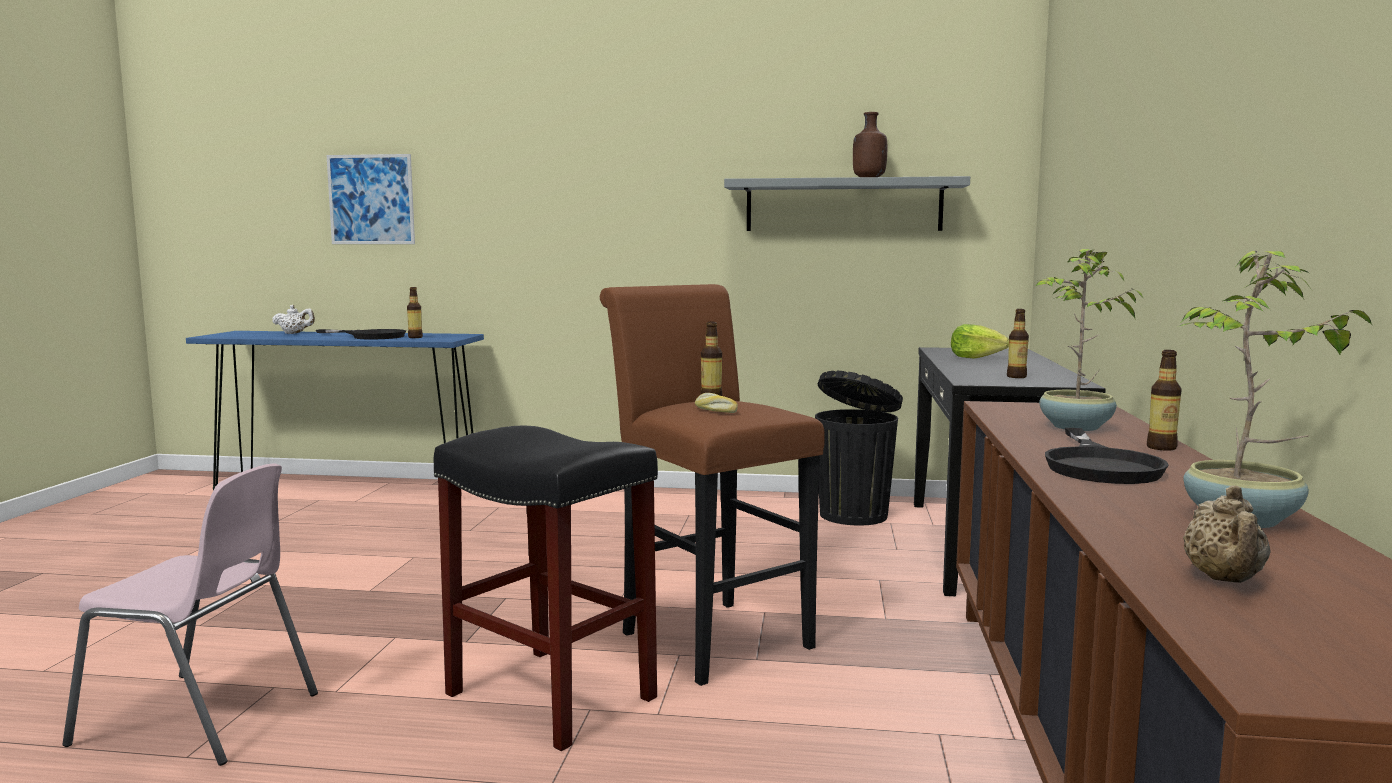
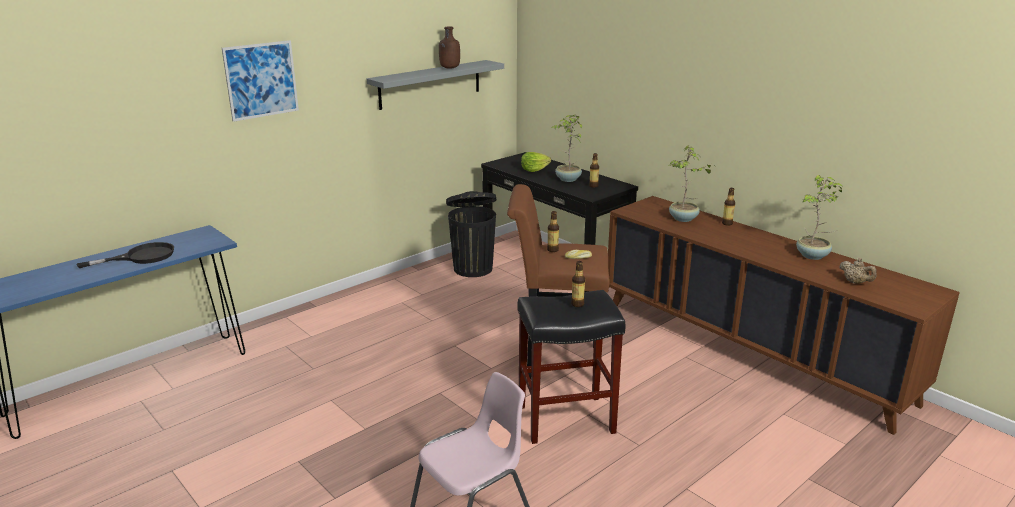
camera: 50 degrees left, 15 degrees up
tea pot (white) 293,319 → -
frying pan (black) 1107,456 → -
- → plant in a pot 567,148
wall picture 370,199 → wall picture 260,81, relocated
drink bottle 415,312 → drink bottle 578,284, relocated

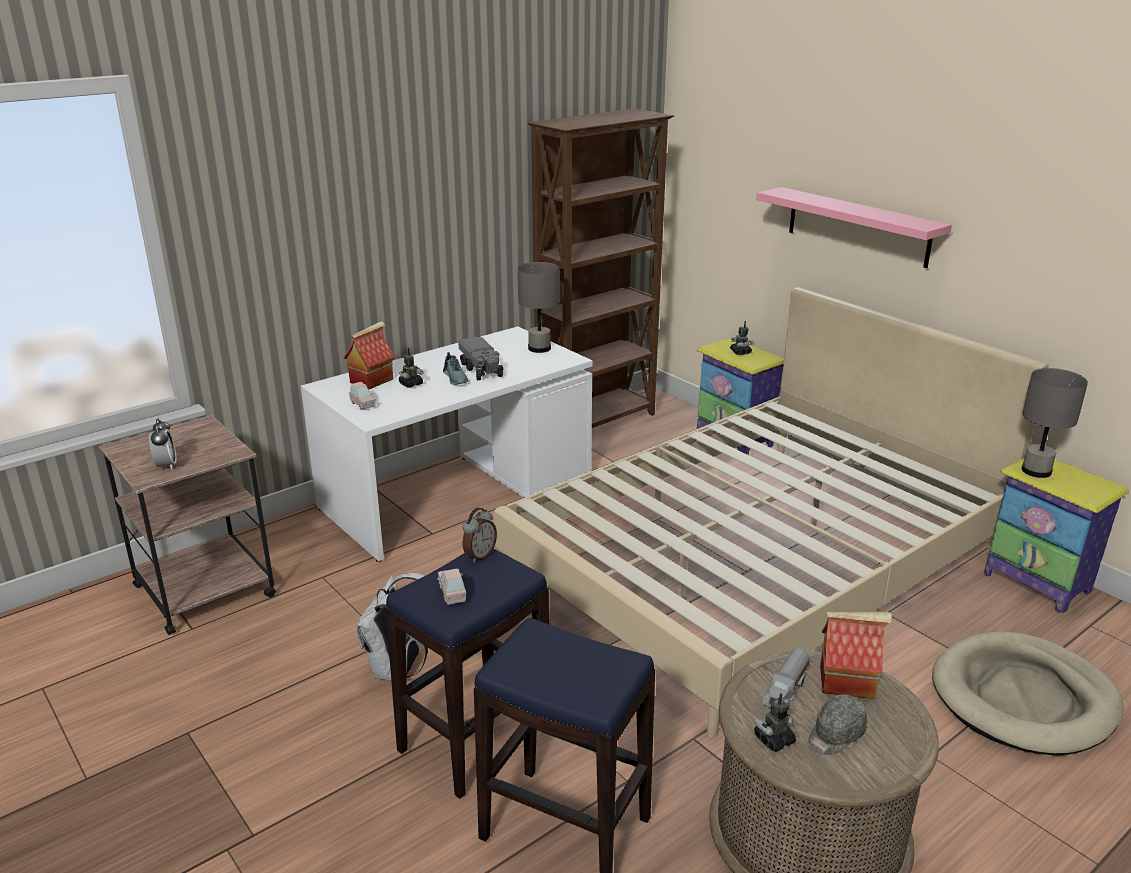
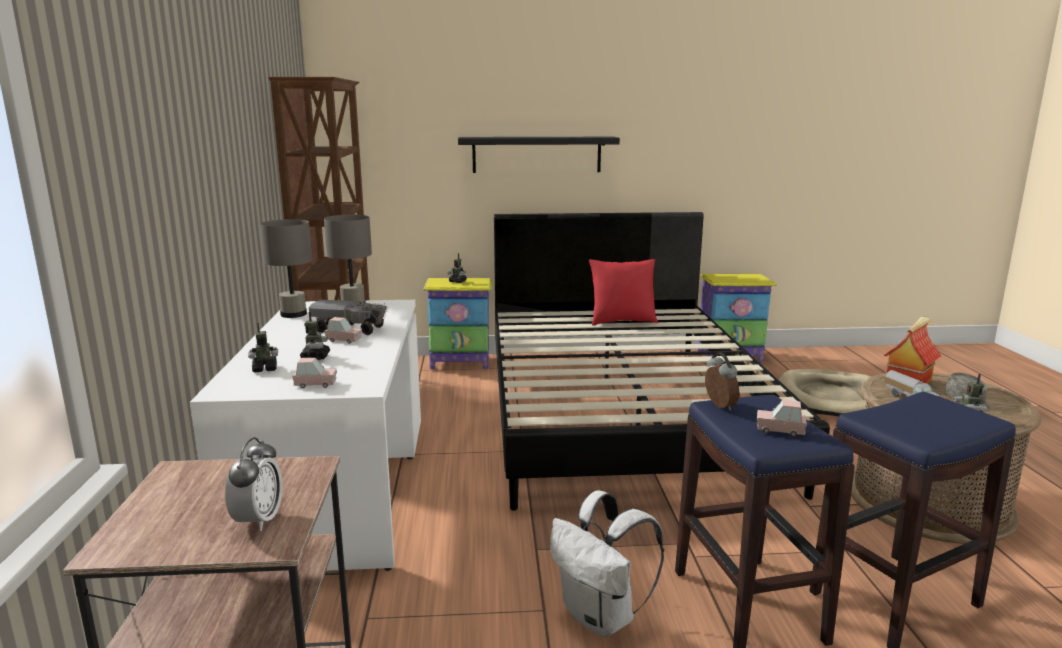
camera: 55 degrees left, 10 degrees down
- → pillow (red-coloured) 623,292
lamp for a table (greyish) 1055,423 → lamp for a table (greyish) 286,268, relocated
toy house 369,355 → model robot 263,347
item of footwear 455,368 → toy car (pink) 343,330
bed (beige) 771,512 → bed (black) 662,361
bracket shelf (pink) 854,227 → bracket shelf (black) 539,155
alarm clock 163,444 → alarm clock 253,484, 75 degrees clockwise

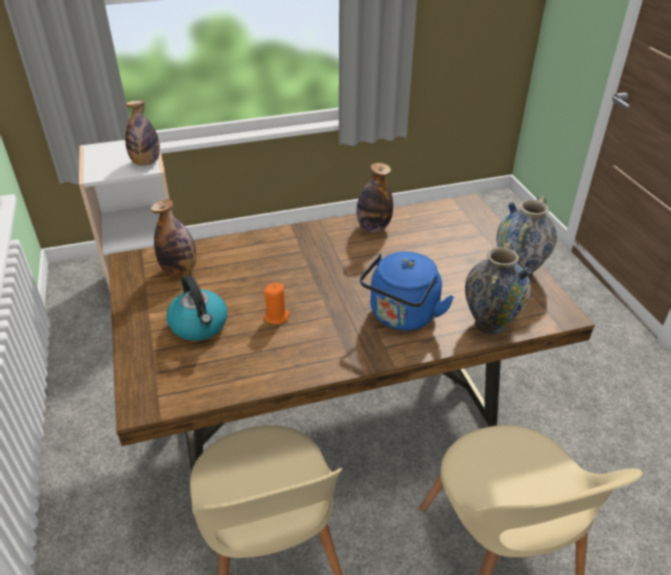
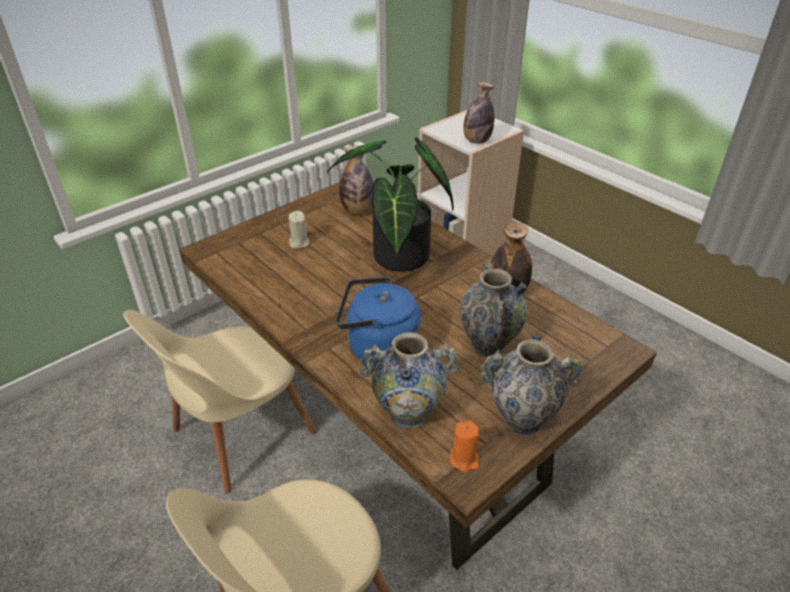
camera: 65 degrees right, 0 degrees up
- → plant in a pot 390,204
- → decorative vase 493,309
wax candle (orange) 277,303 → wax candle (orange) 464,446, relocated
water kettle 196,308 → wax candle (beige) 298,230

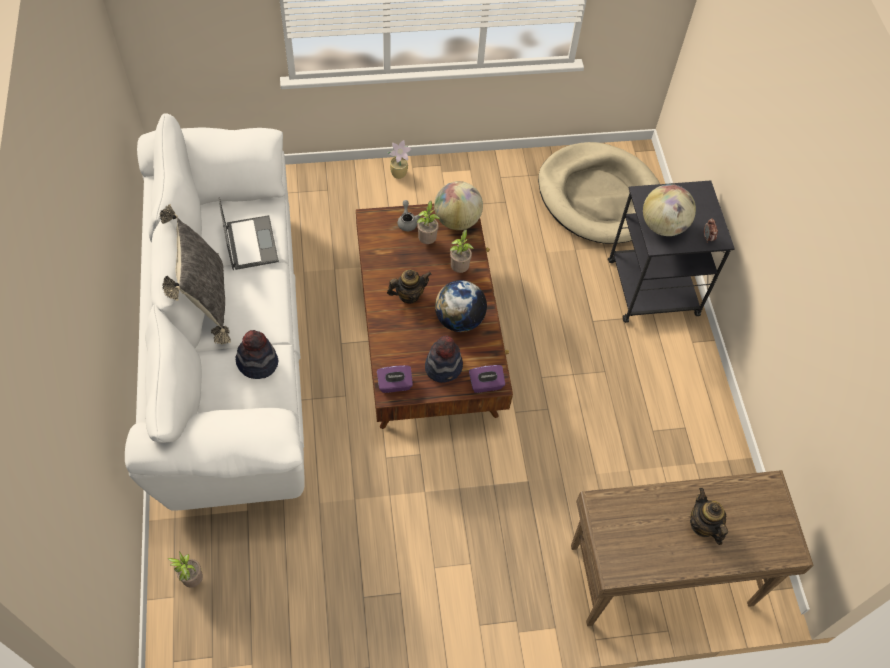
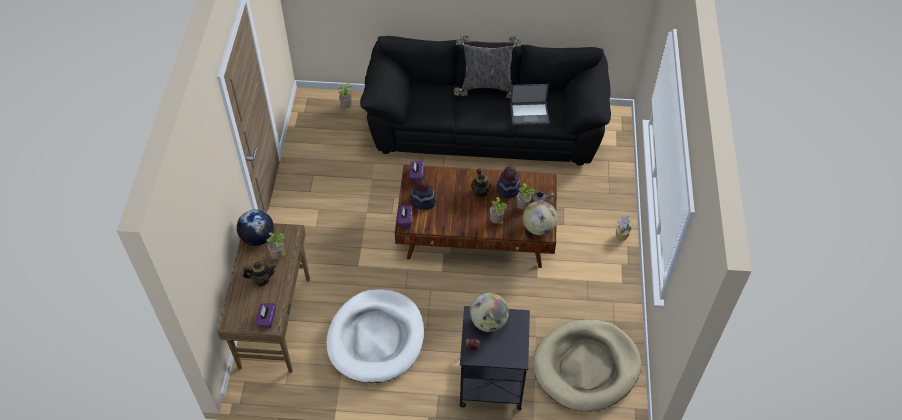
camera: 105 degrees right, 5 degrees down
- → tissue box (purplish) 265,315
- → plant in a pot 276,245
- → dog bed (white) 375,336
wearable hat 257,354 → wearable hat 508,182, relocated
globe 461,306 → globe 255,227, relocated
settee (white) 214,312 → settee (black) 485,101

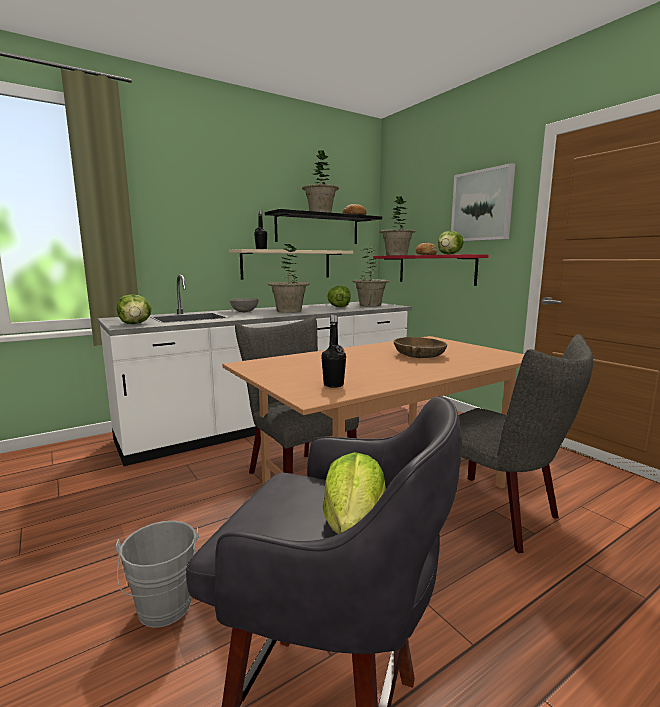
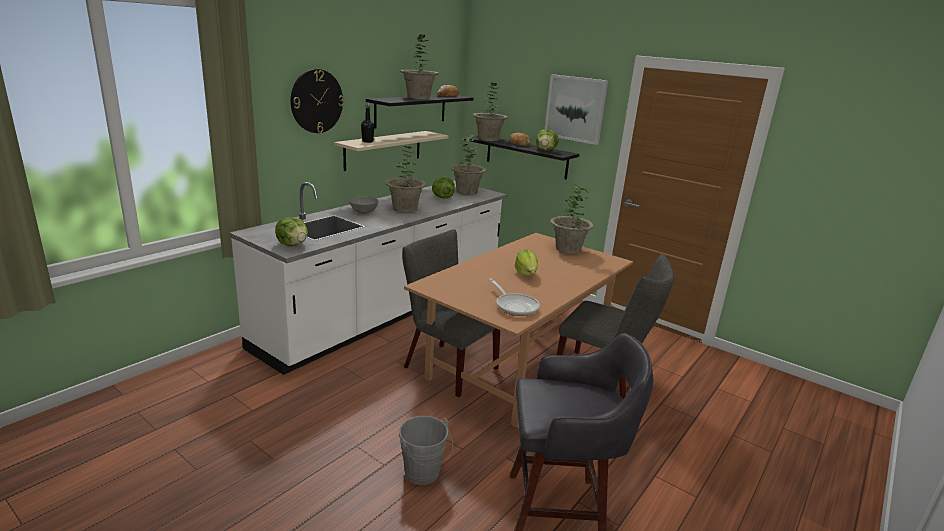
camera: 20 degrees left, 10 degrees up
deep dish (brown) 420,347 → -
- → hanging clock 317,101
- → plant in a pot 572,219
lettuce 354,493 → lettuce 526,262, relocated
drink bottle (black) 333,351 → frying pan 514,297
bracket shelf (red-coloured) 431,270 → bracket shelf (black) 521,157

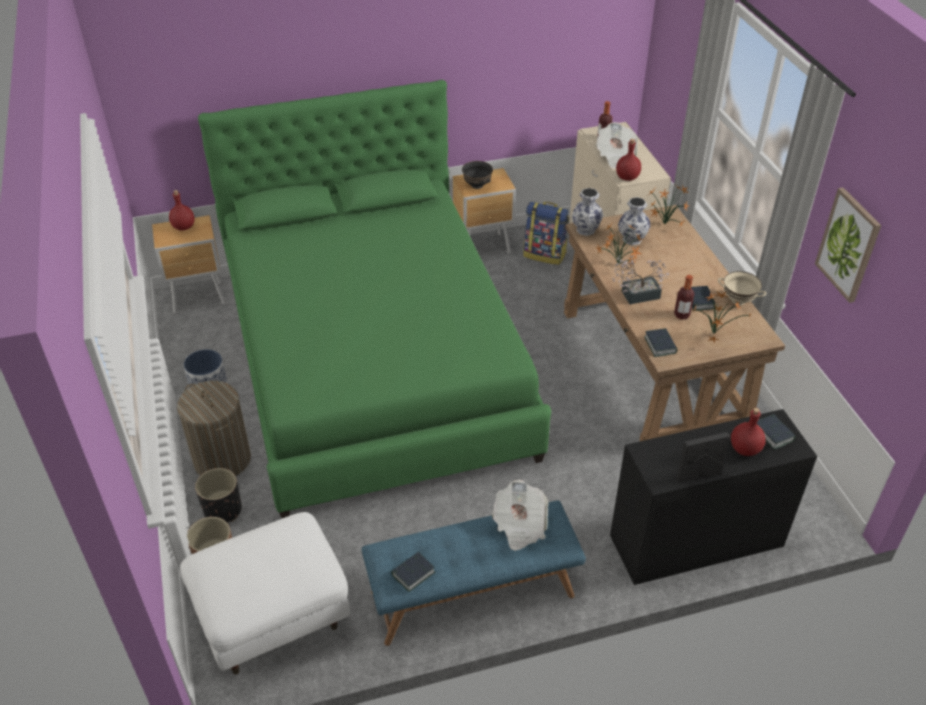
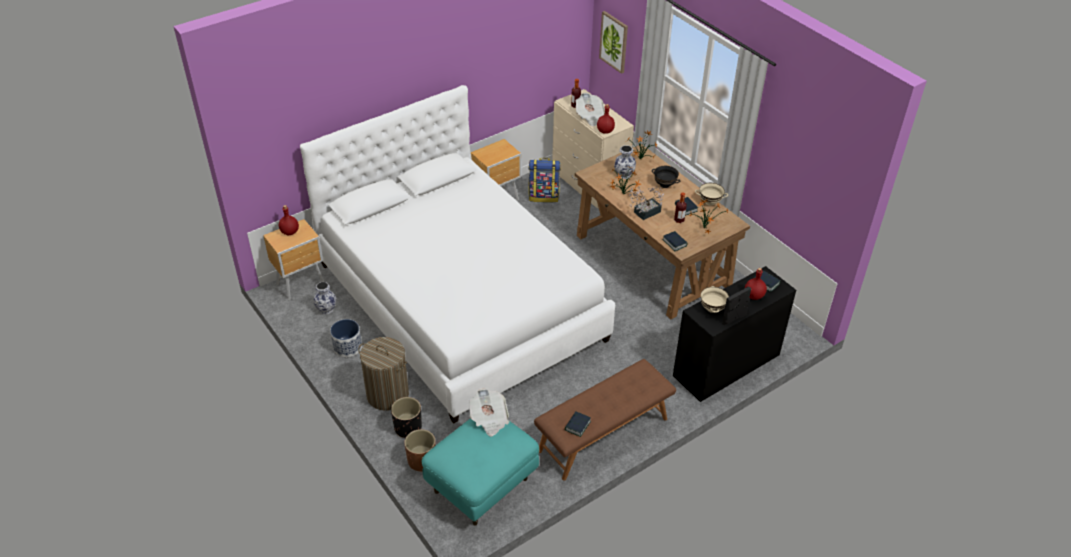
camera: 20 degrees left, 0 degrees up
- → deep dish (beige) 714,299
deep dish (black) 477,175 → deep dish (black) 666,177, relocated
newspaper 520,515 → newspaper 489,412, relocated
decorative vase 587,212 → decorative vase 324,298, relocated
wall picture 848,245 → wall picture 613,42, relocated
ottoman (white) 265,593 → ottoman (turquoise-coloured) 480,472
bed (greenish) 374,299 → bed (white) 457,254
bench (blue-coloured) 474,573 → bench (brown) 605,420

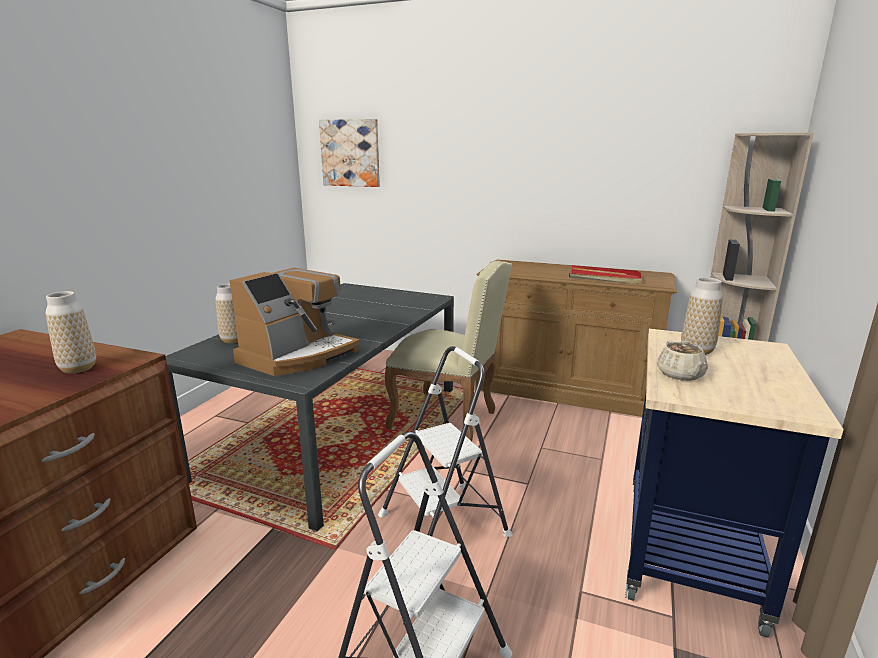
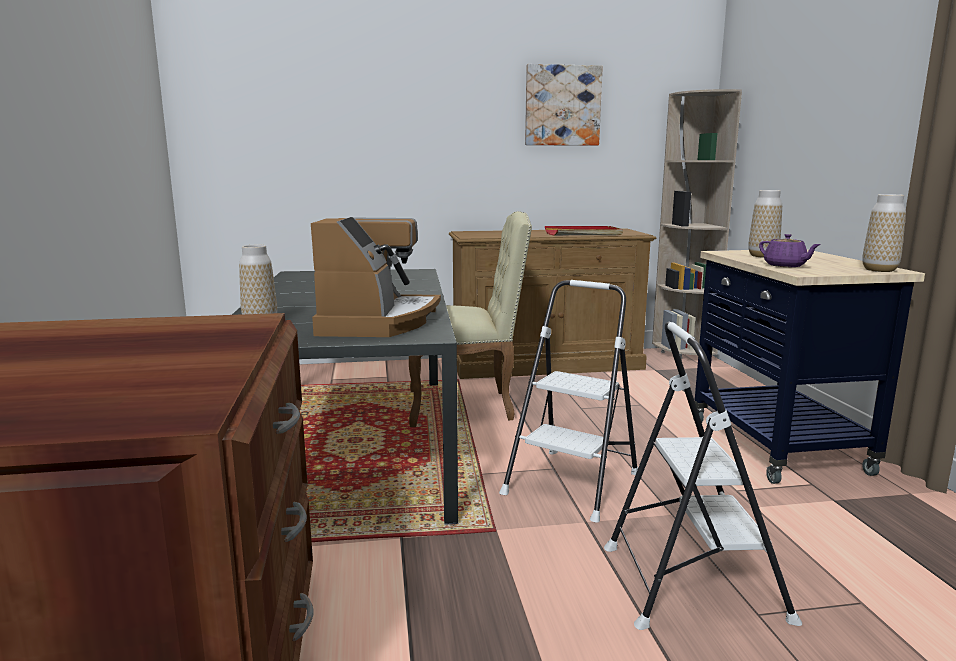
camera: 30 degrees left, 5 degrees down
decorative vase 71,332 → decorative vase 884,233, relocated
wall picture 349,153 → wall picture 564,105, relocated
tea pot (beige) 682,360 → tea pot (purplish) 790,250

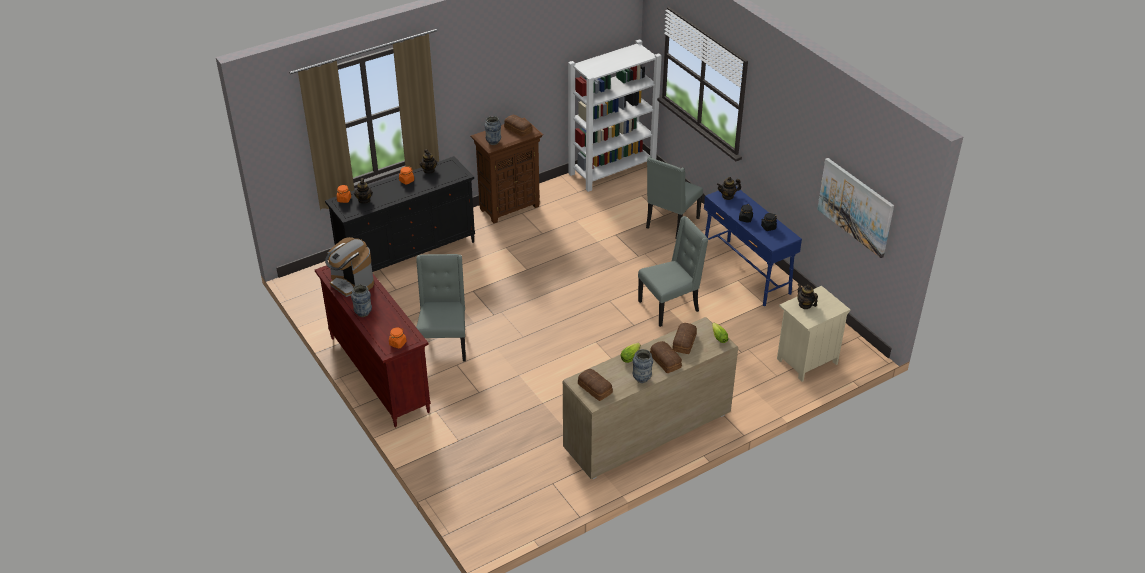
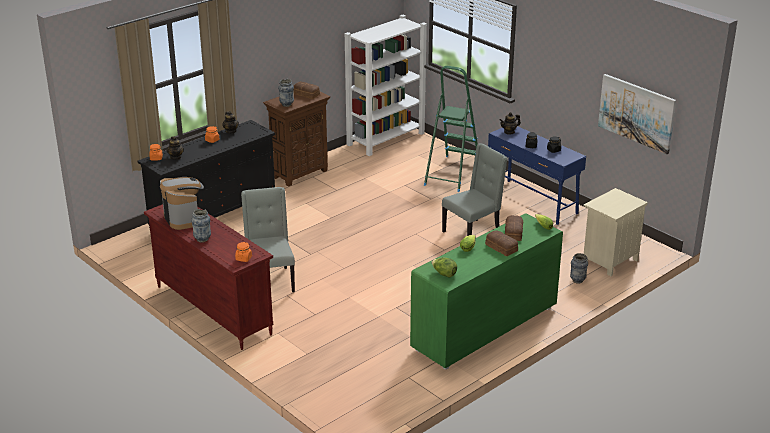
camera: 10 degrees left, 10 degrees down
tea pot 807,296 → -
decorative vase 643,366 → decorative vase 579,268, relocated
baked bread 595,385 → lettuce 444,268
chair (greyish) 674,197 → step ladder (greenish) 451,129
drawer chest (beige) 650,398 → drawer chest (greenish) 486,291
coffee maker 349,267 → coffee maker 182,203, 150 degrees counterclockwise

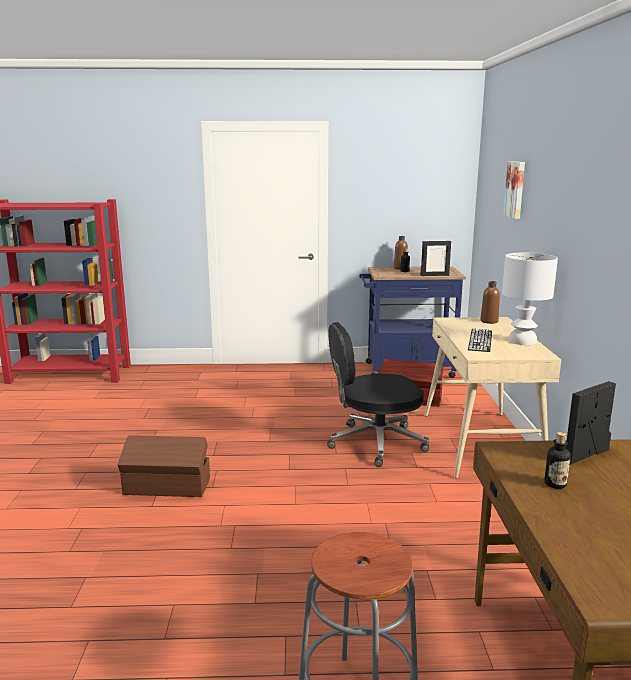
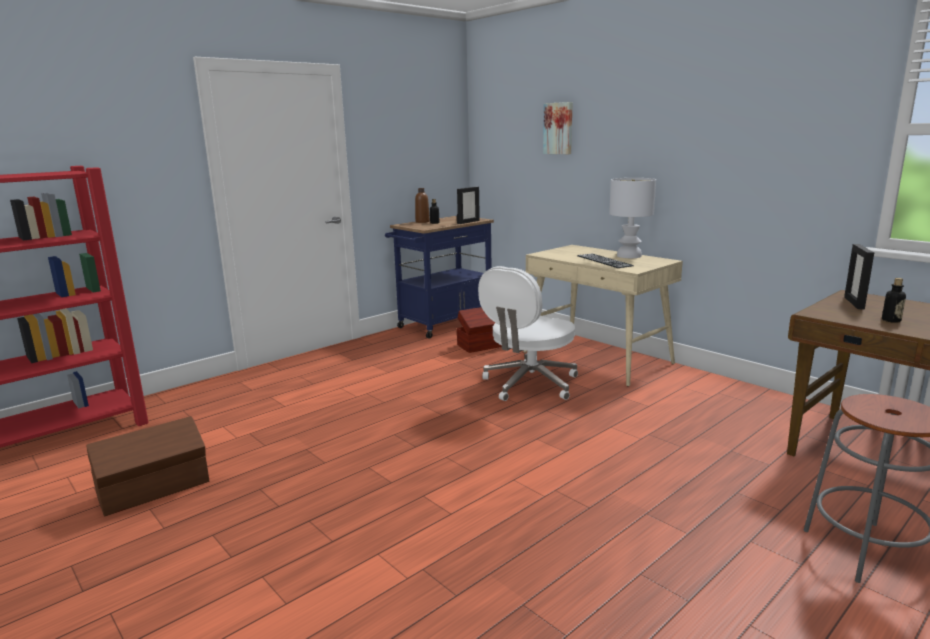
camera: 40 degrees left, 0 degrees up
drink bottle (brown) 490,302 → -
storage box (brown) 164,466 → storage box (brown) 147,466, relocated
computer chair (black) 378,394 → computer chair (white) 528,333

